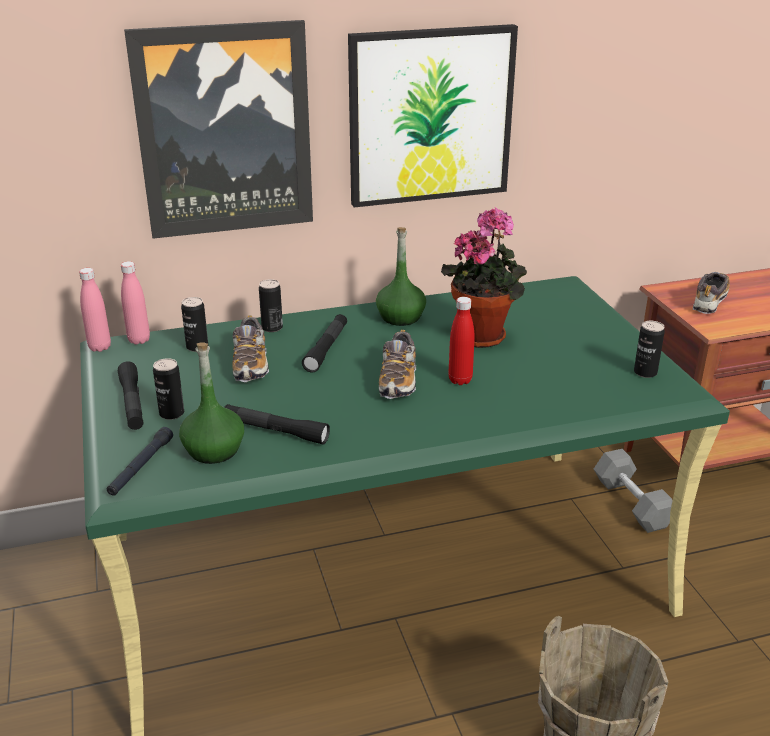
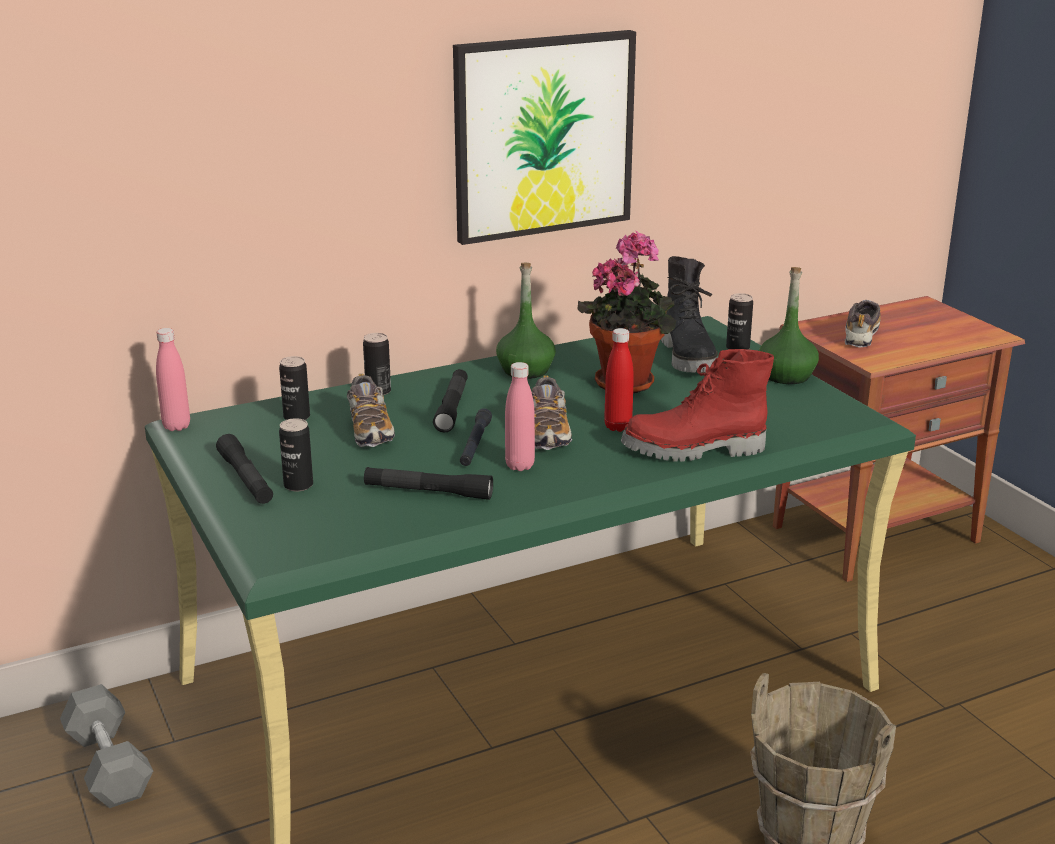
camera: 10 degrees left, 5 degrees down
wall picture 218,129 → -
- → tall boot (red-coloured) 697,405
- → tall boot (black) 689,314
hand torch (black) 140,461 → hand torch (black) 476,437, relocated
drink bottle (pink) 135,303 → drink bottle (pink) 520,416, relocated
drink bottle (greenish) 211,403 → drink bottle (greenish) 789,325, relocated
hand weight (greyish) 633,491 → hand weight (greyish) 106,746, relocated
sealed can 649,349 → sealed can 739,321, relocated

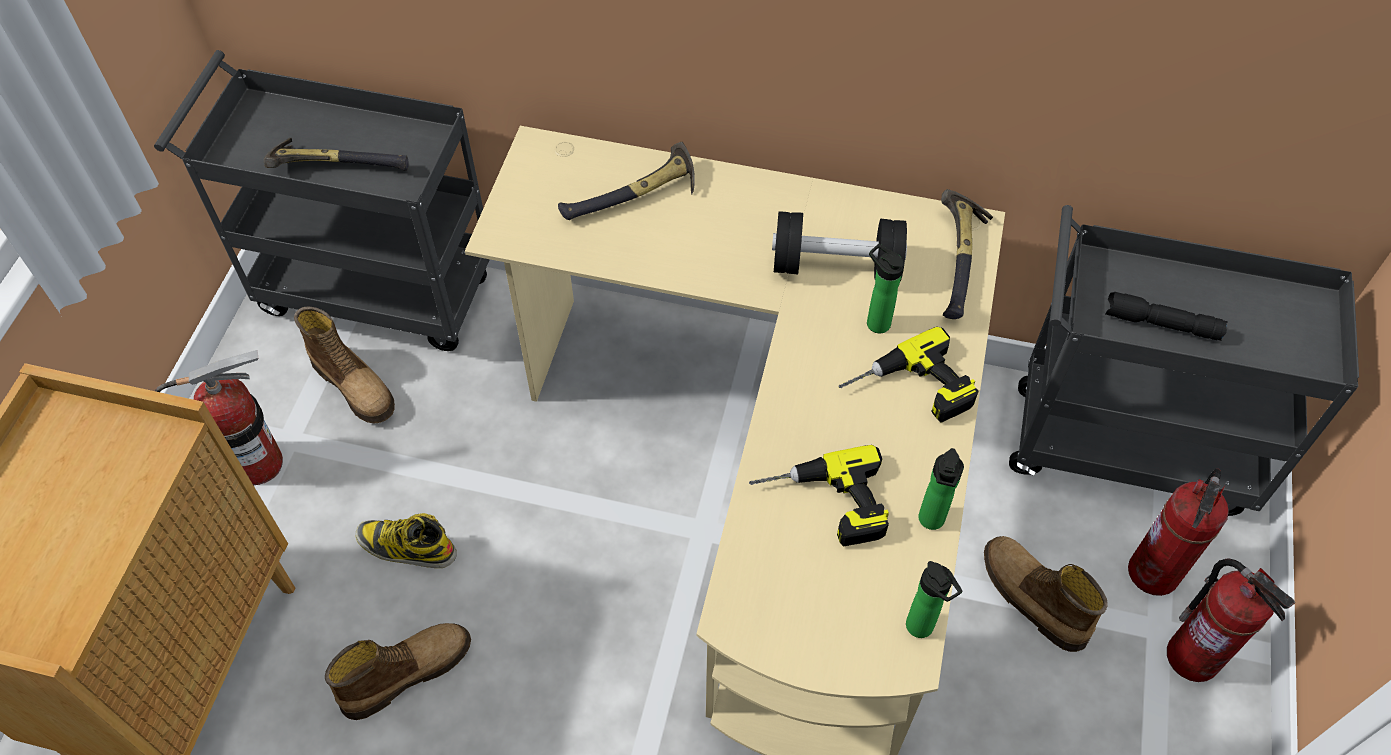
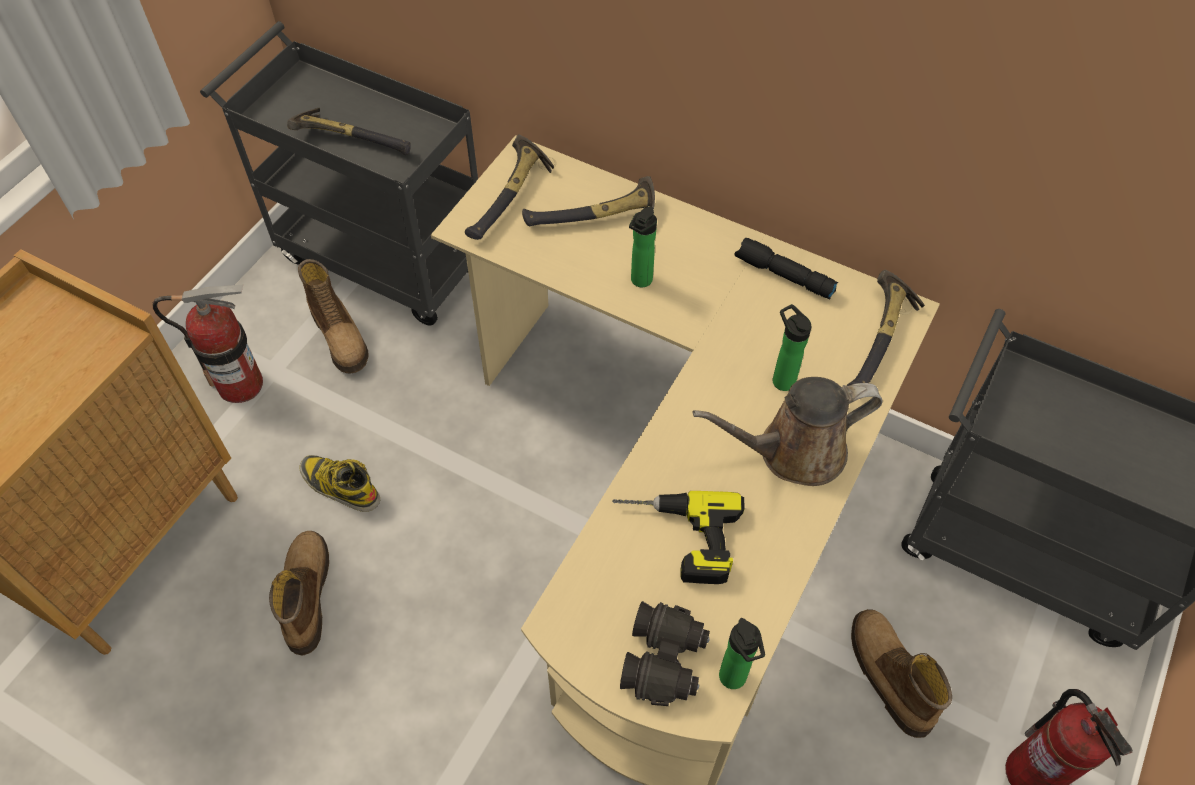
camera: 15 degrees right, 0 degrees up
hand weight (black) 839,246 → -
fire-fighting cylinder 1178,532 → -
- → tool hammer 509,187
- → pair of binoculars (black) 665,653
drink bottle 941,489 → drink bottle 643,246, relocated
hand torch (black) 1166,316 → hand torch (black) 786,268, relocated
power drill 909,375 → watering can (brown) 788,431
tall boot 398,671 → tall boot 299,593, 75 degrees counterclockwise

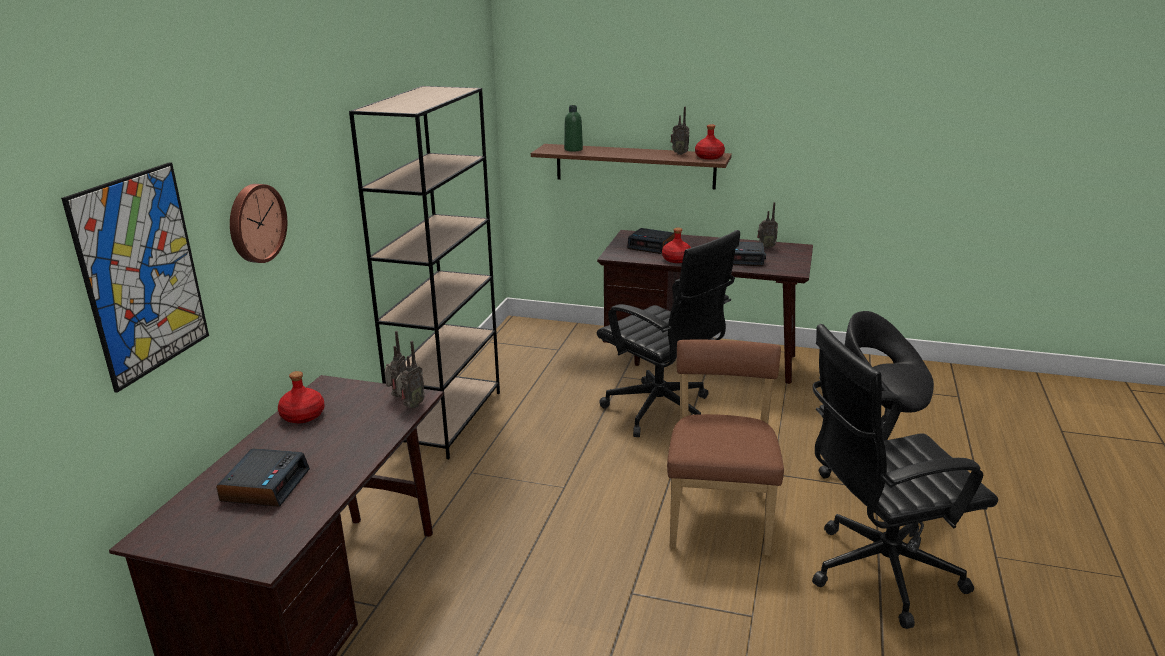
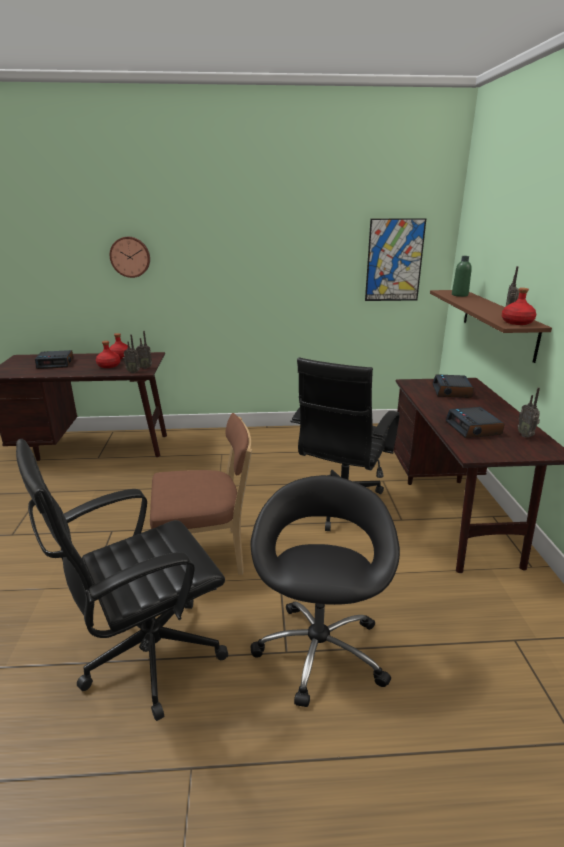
camera: 70 degrees right, 0 degrees up
shelving unit (beige) 424,272 → -
wall picture 135,277 → wall picture 395,259, relocated
drink bottle (red-coloured) 676,245 → drink bottle (red-coloured) 108,354, relocated
computer chair (black) 905,476 → computer chair (black) 122,580, 90 degrees counterclockwise

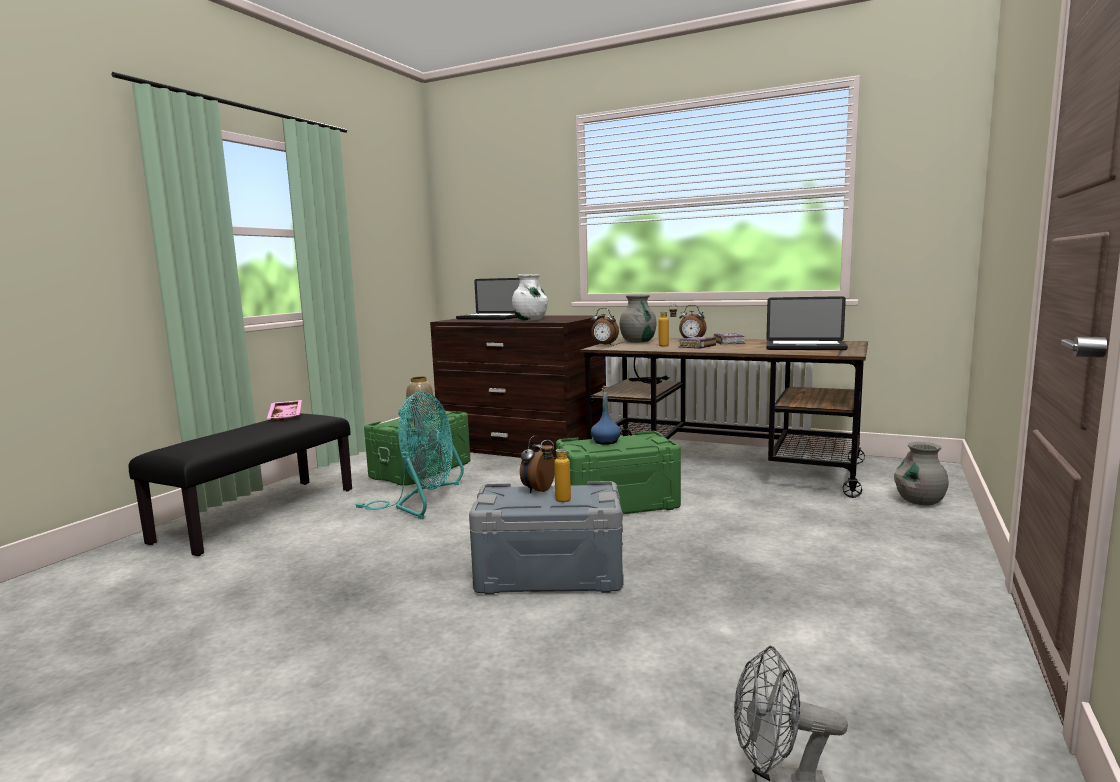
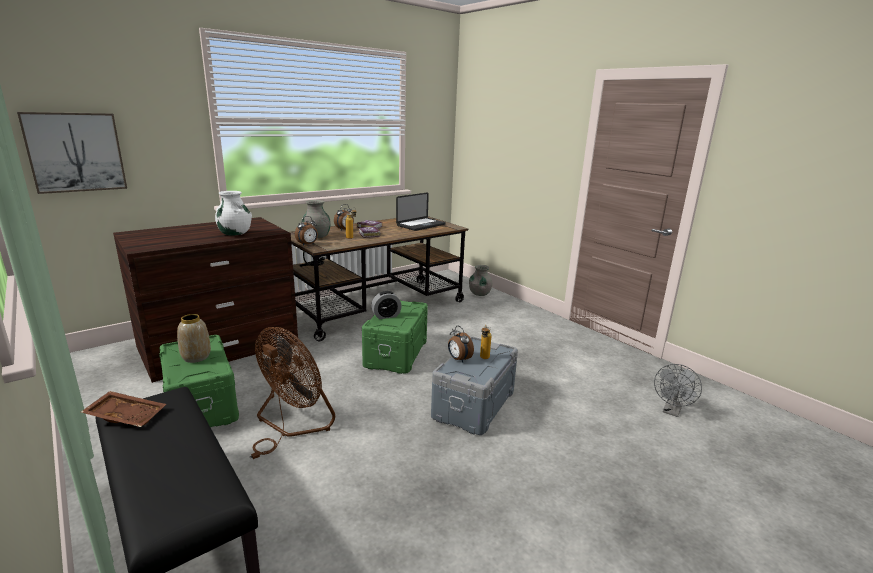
camera: 65 degrees left, 10 degrees up
notebook computer 488,299 → -
- → wall picture 72,153
drink bottle (blue-coloured) 606,415 → alarm clock 386,305
serving tray (pink) 284,410 → serving tray (brown) 123,409
cooling fan (turquoise-coloured) 410,455 → cooling fan (brown) 292,393

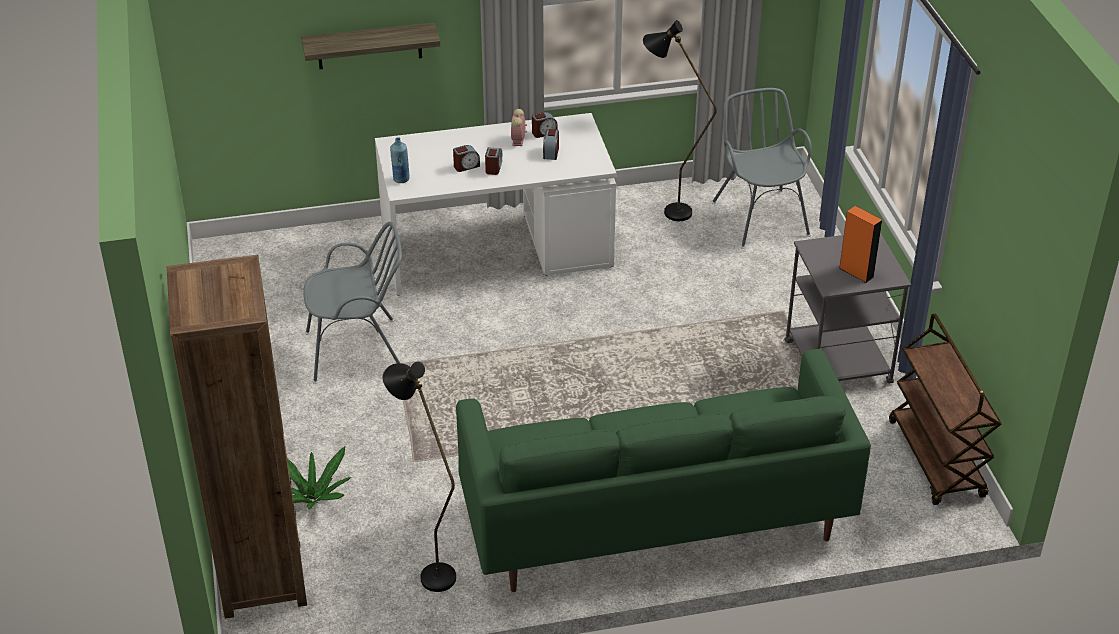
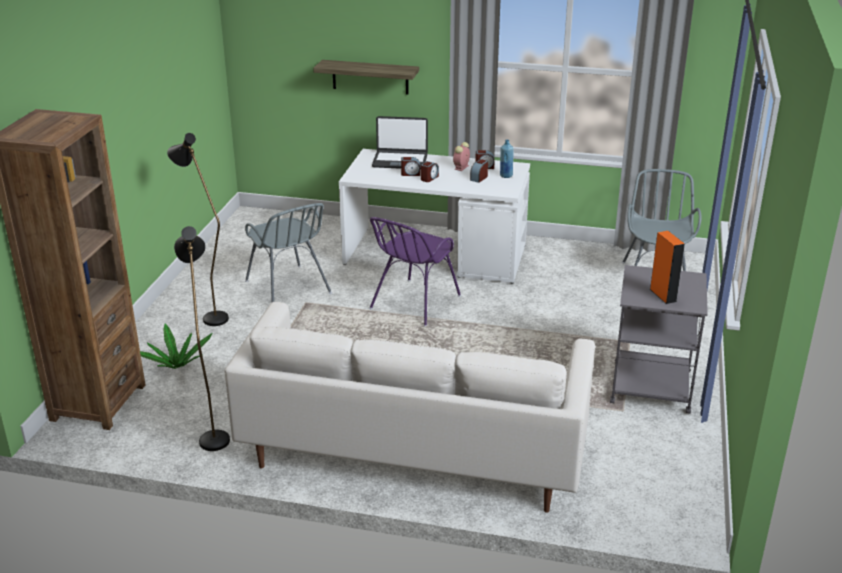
camera: 25 degrees right, 10 degrees down
cart (brown) 945,409 → -
- → chair (purplish) 415,272
- → notebook computer 400,142
drink bottle (blue-coloured) 400,160 → drink bottle (blue-coloured) 507,159, relocated
standard lamp (black) 680,120 → standard lamp (black) 198,229, relocated
settee (greenish) 663,470 → settee (white) 410,407
chair (greyish) 352,303 → chair (greyish) 288,252, 45 degrees clockwise

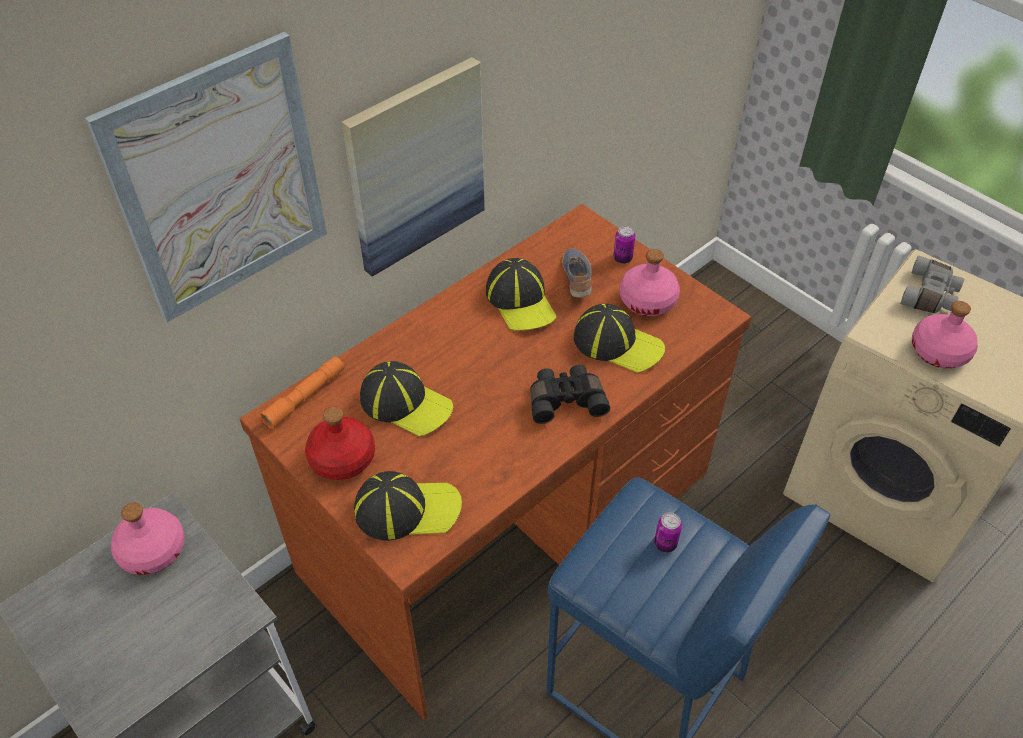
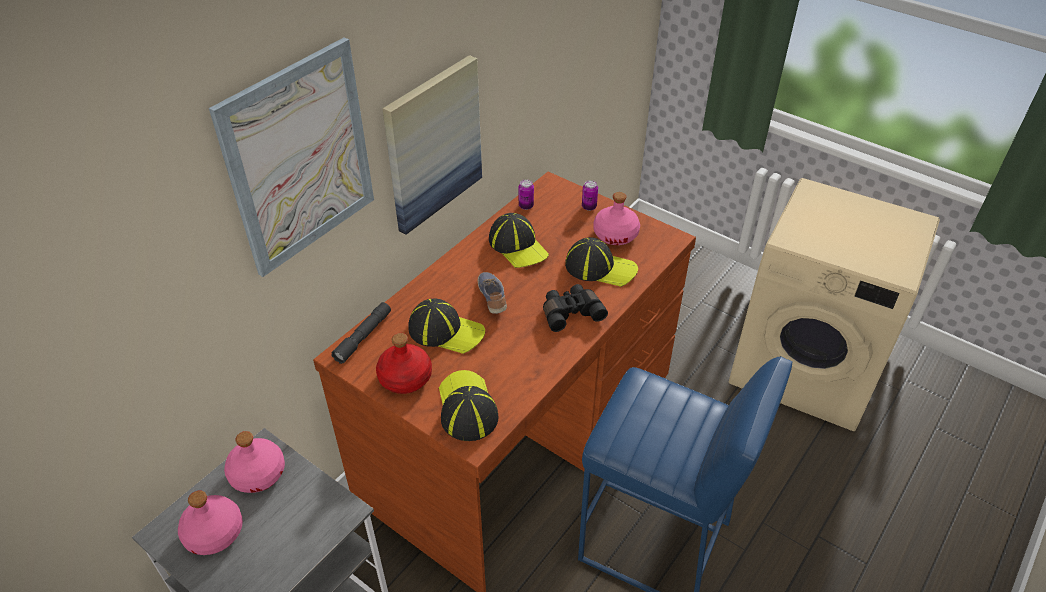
camera: 10 degrees left, 5 degrees down
pair of binoculars (greyish) 932,284 → -
item of footwear 577,273 → item of footwear 492,293, relocated
sealed can 668,532 → sealed can 526,194, relocated
drink bottle (pink) 945,335 → drink bottle (pink) 210,522, relocated
hand torch (orange) 302,392 → hand torch (greyish) 361,333
peaked cap 408,506 → peaked cap 469,405, 90 degrees counterclockwise

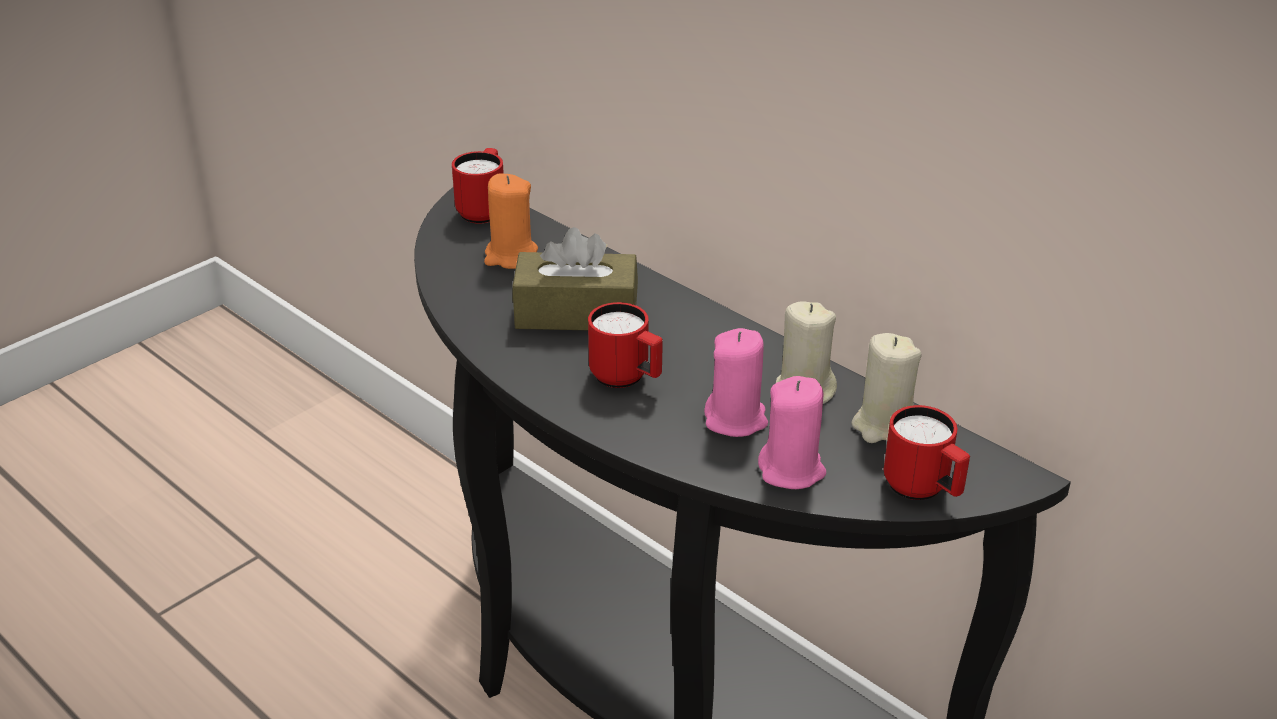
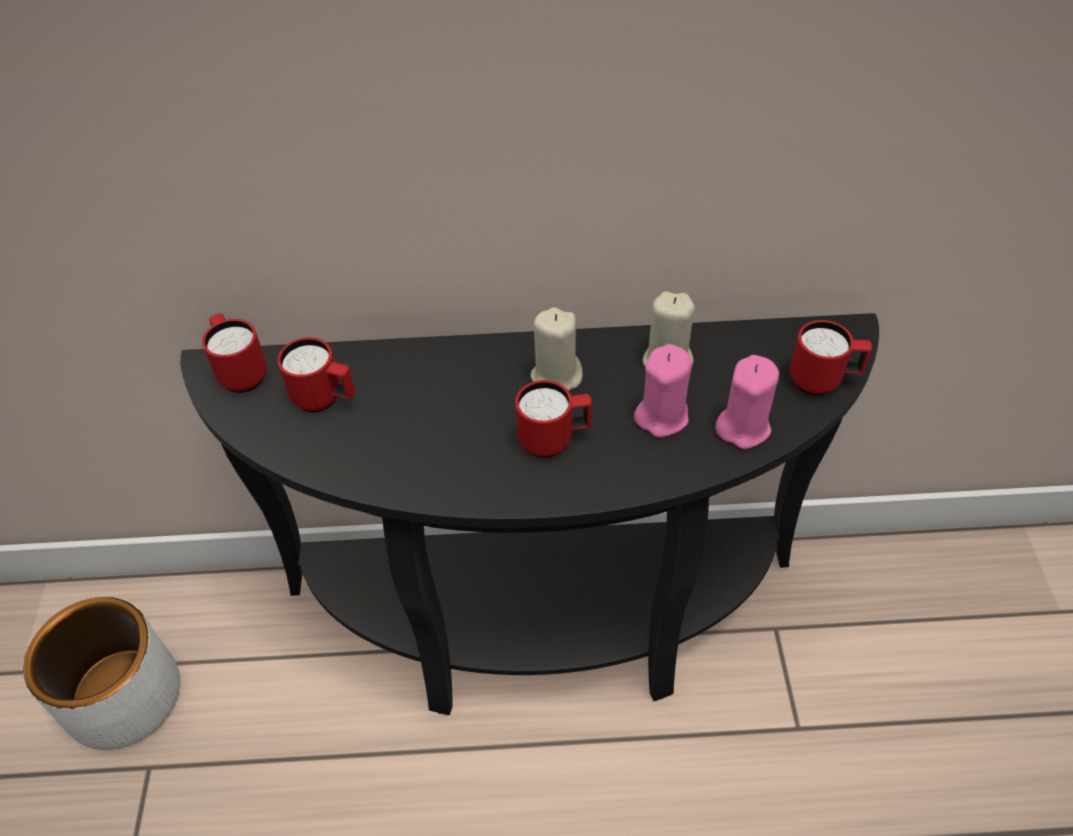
camera: 45 degrees left, 15 degrees up
tissue box (brown) 575,278 → -
- → plant pot (white) 101,673
wax candle (beige) 886,388 → wax candle (beige) 556,349, relocated
wax candle (orange) 511,221 → mug (red-coloured) 316,374

